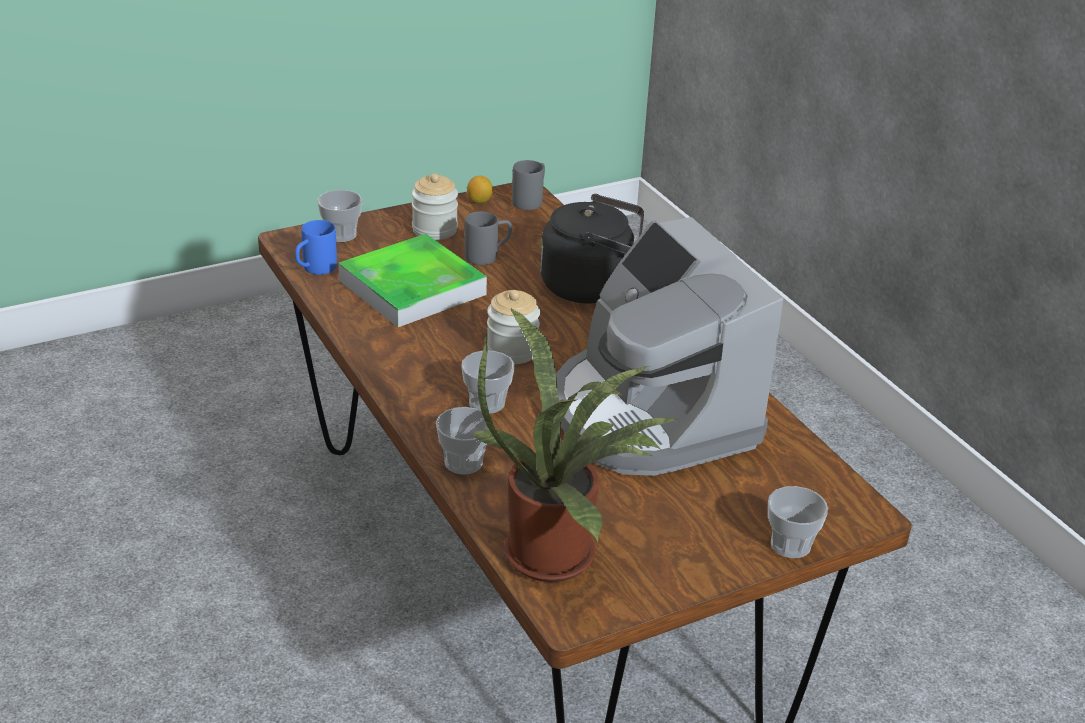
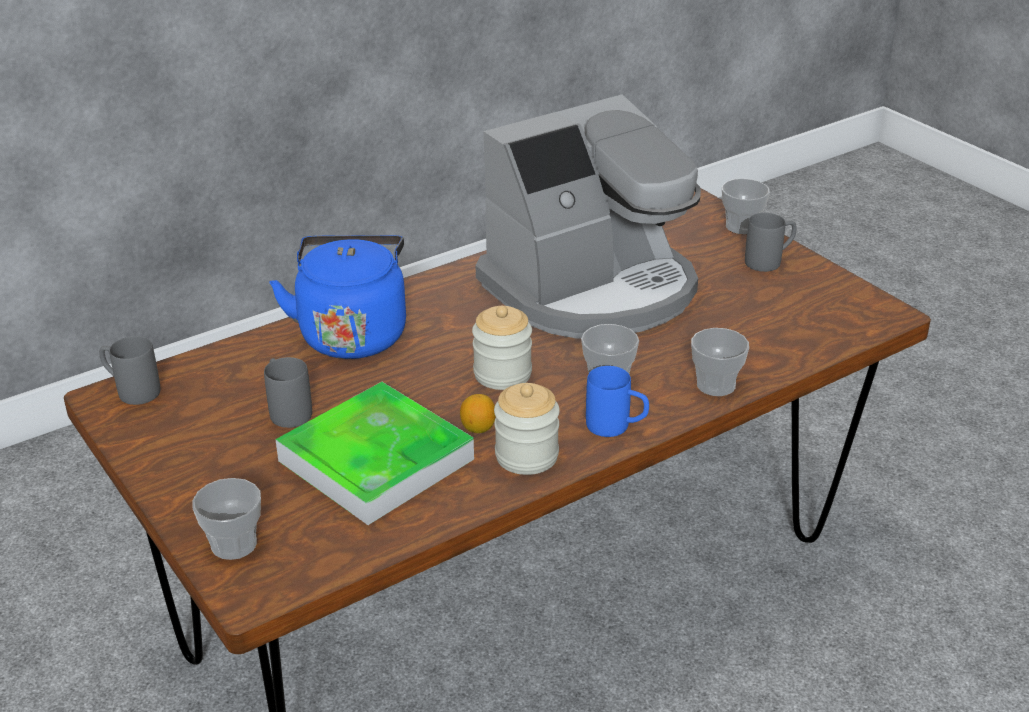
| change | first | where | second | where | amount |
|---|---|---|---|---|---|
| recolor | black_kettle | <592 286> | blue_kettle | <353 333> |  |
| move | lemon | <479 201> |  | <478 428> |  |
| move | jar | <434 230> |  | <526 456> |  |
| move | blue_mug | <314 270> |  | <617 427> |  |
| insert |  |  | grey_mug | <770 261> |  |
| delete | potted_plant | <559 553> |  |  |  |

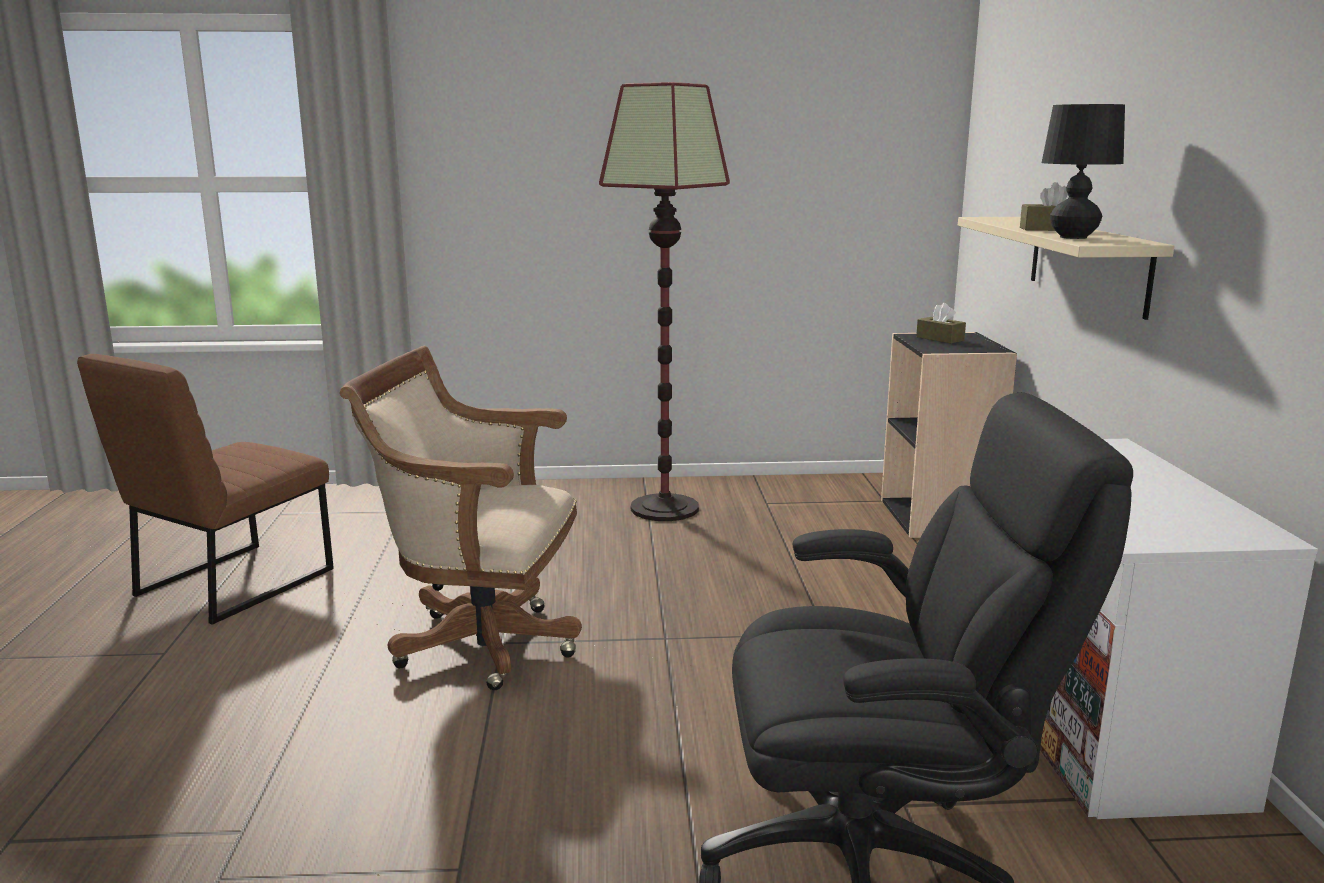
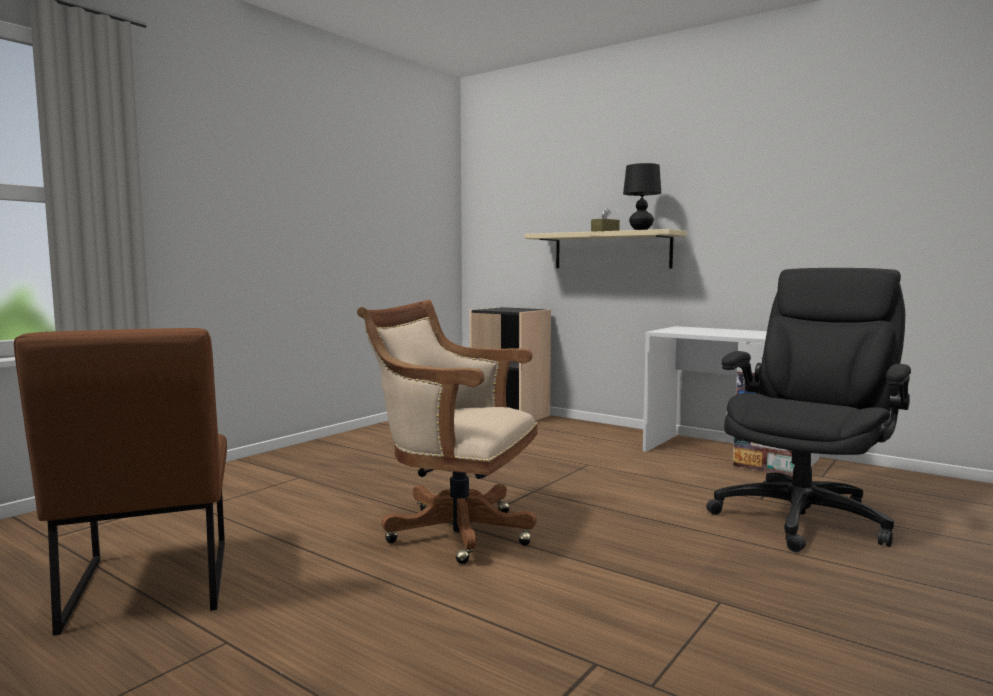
| change | first | where | second | where | amount |
|---|---|---|---|---|---|
| rotate | office_chair | <477 645> |  | <453 532> | 60 degrees clockwise |
| delete | floor_lamp | <664 509> |  |  |  |
| delete | brown_tissue_box | <940 339> |  |  |  |

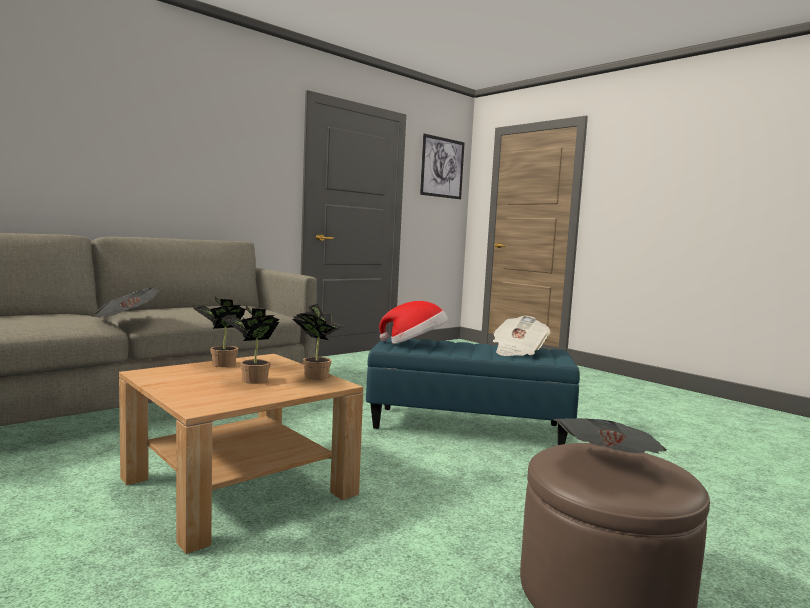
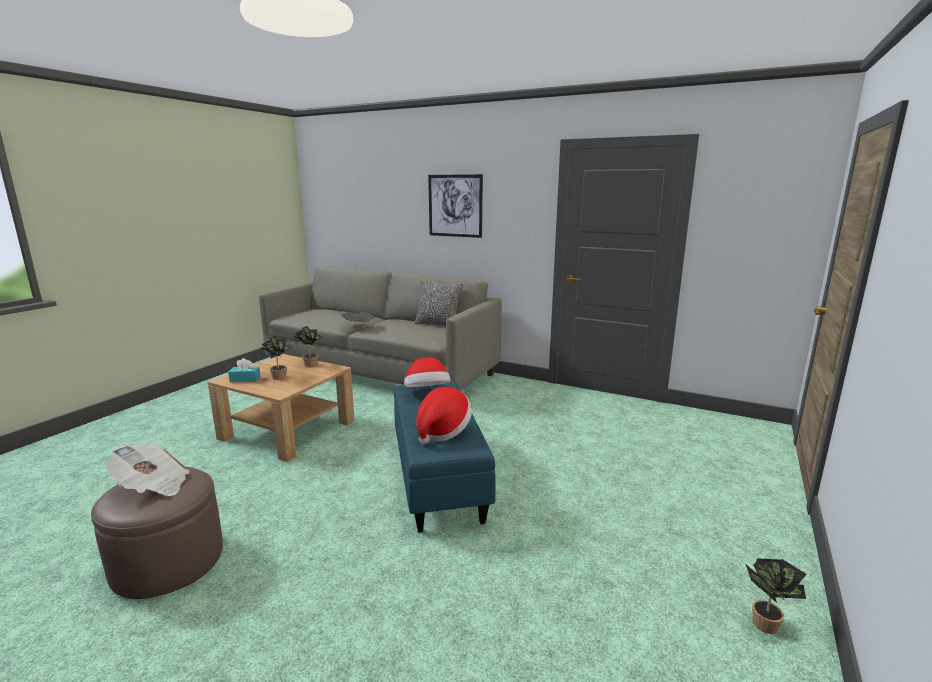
| change | first | where | second | where | amount |
|---|---|---|---|---|---|
| insert |  |  | turquoise_tissue_box | <245 379> |  |
| insert |  |  | pillow | <438 325> |  |
| replace | newspaper | <517 352> | hat | <442 431> |  |
| move | picture | <442 167> |  | <455 206> |  |
| move | potted_plant | <315 376> |  | <766 622> |  |

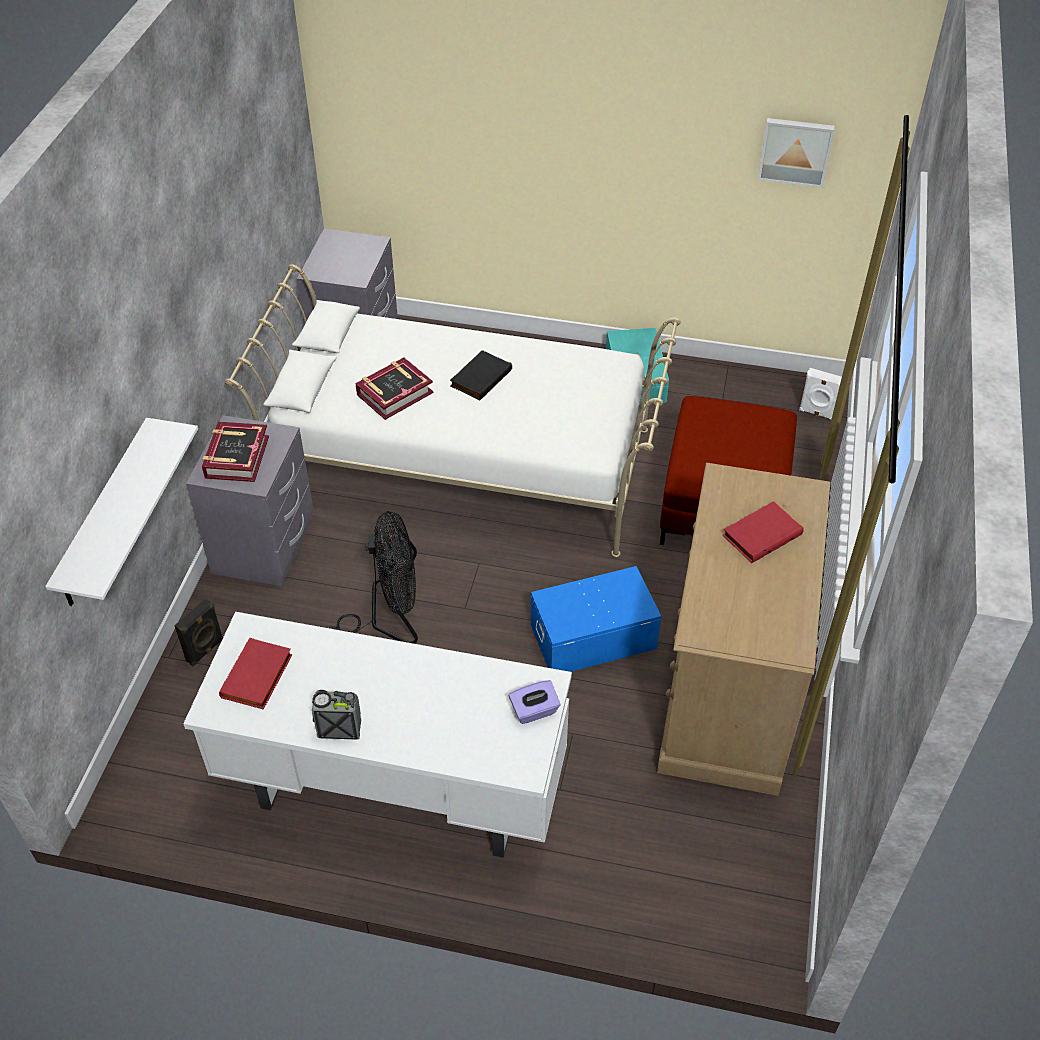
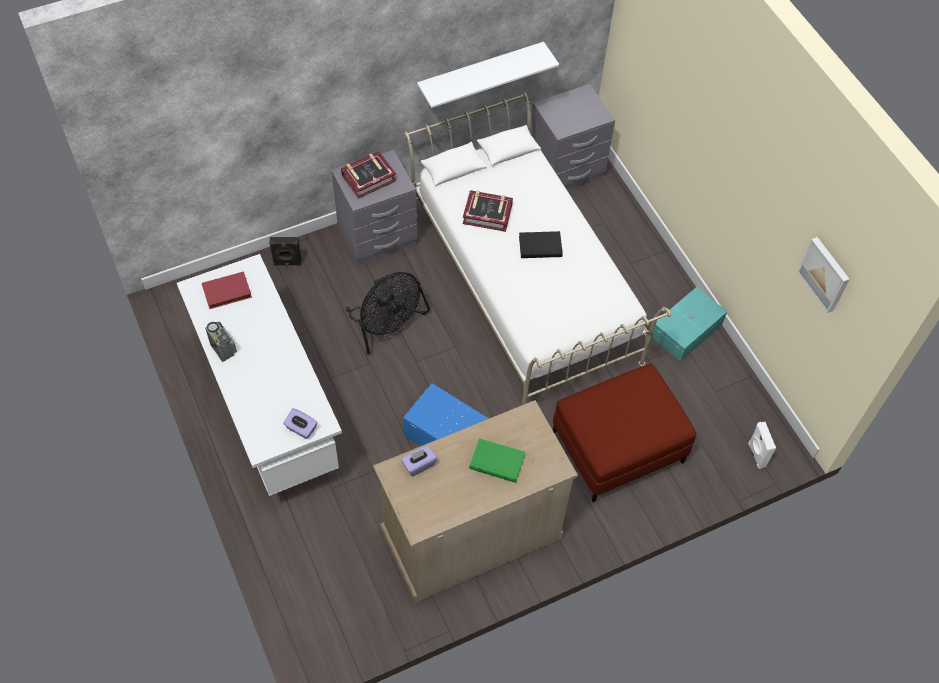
| change | first | where | second | where | amount |
|---|---|---|---|---|---|
| insert |  |  | purple_tissue_box | <418 465> |  |
| move | white_shelf | <105 515> |  | <480 73> |  |
| recolor | red_book | <761 534> | green_book | <497 461> |  |

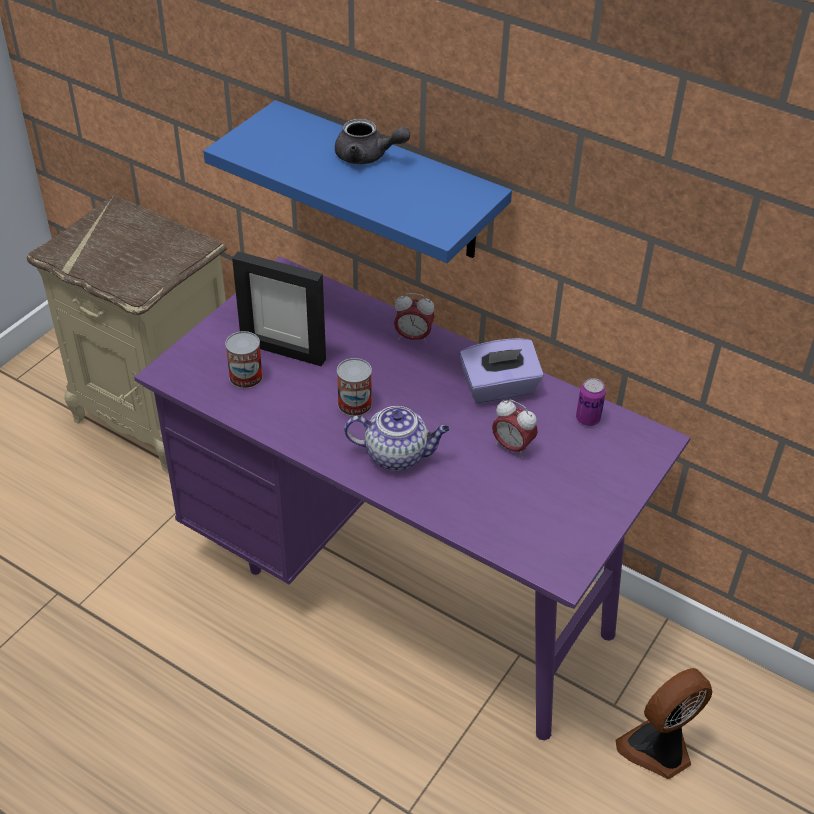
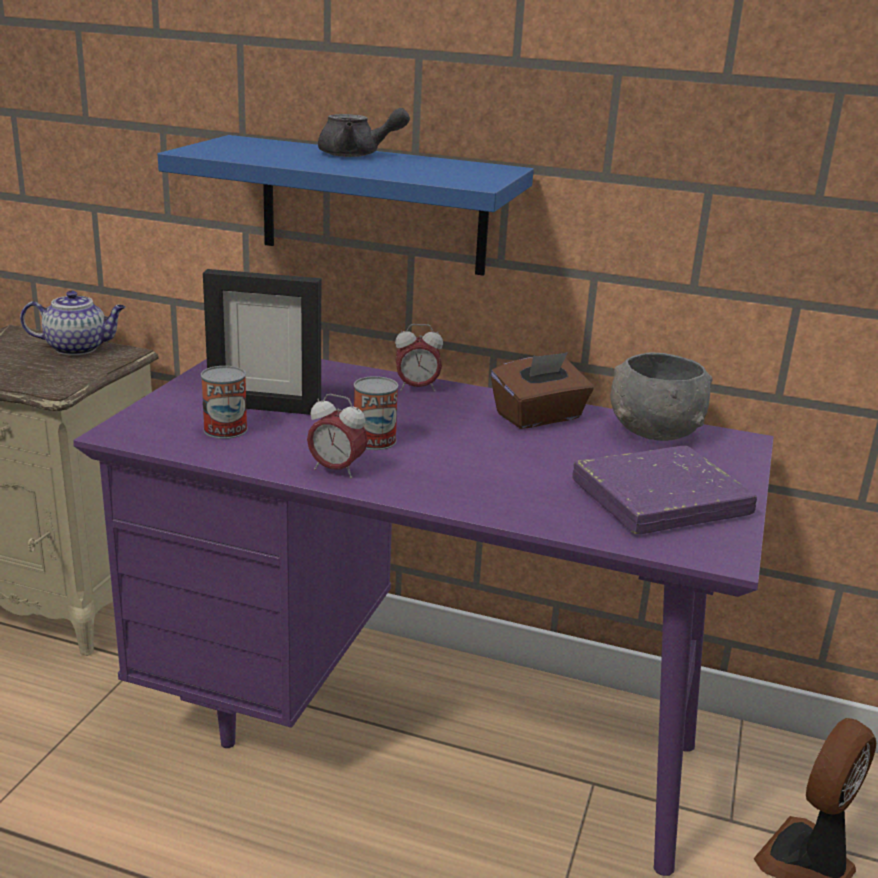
| change | first | where | second | where | amount |
|---|---|---|---|---|---|
| move | teapot | <397 455> |  | <78 348> |  |
| move | alarm_clock | <512 447> |  | <336 470> |  |
| recolor | purple_tissue_box | <499 388> | brown_tissue_box | <539 417> |  |
| insert |  |  | purple_book | <660 499> |  |
| replace | can | <588 419> | grey_bowl | <653 431> |  |

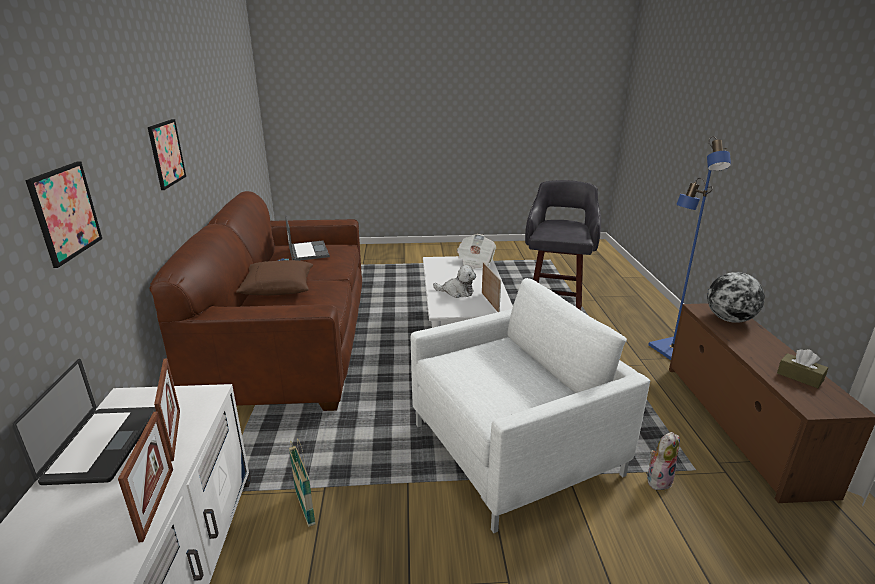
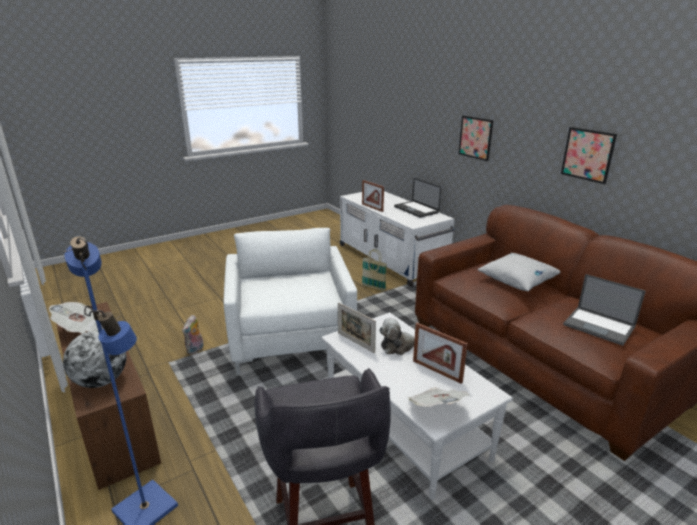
| change | first | where | second | where | amount |
|---|---|---|---|---|---|
| replace | brown_tissue_box | <799 377> | newspaper | <83 330> |  |
| rotate | white_armchair | <514 449> |  | <291 338> | 135 degrees clockwise |
| move | picture_frame | <175 434> |  | <437 371> |  |
| recolor | brown_pillow | <278 289> | grey_pillow | <517 281> |  |

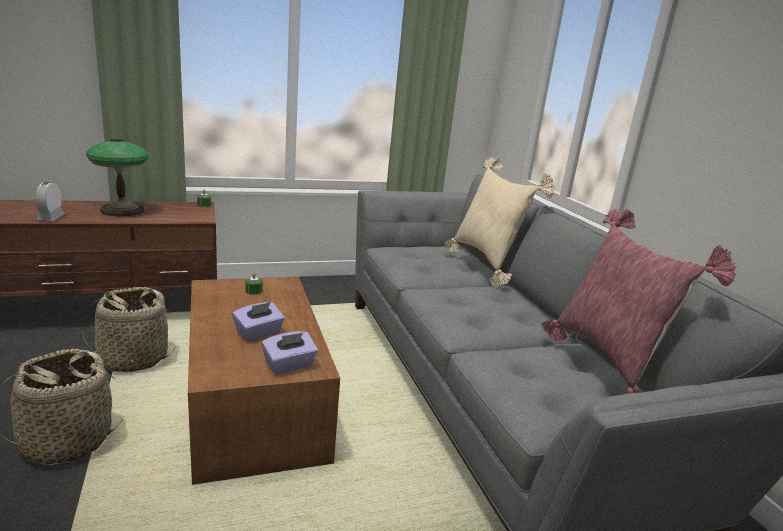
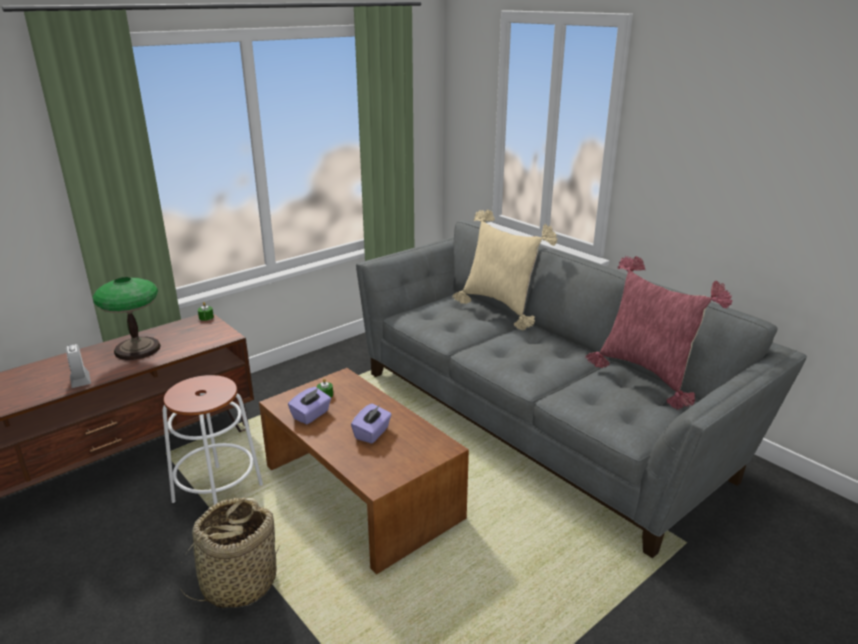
| change | first | where | second | where | amount |
|---|---|---|---|---|---|
| replace | basket | <133 358> | white_stool | <218 493> |  |
| move | purple_tissue_box | <289 365> |  | <311 415> |  |

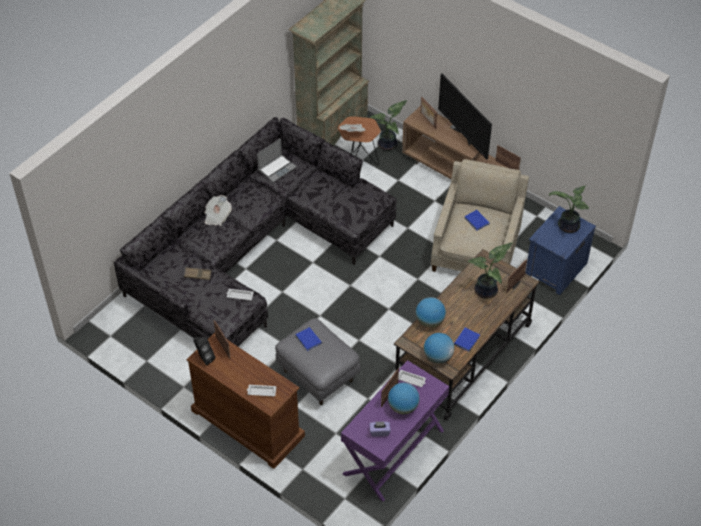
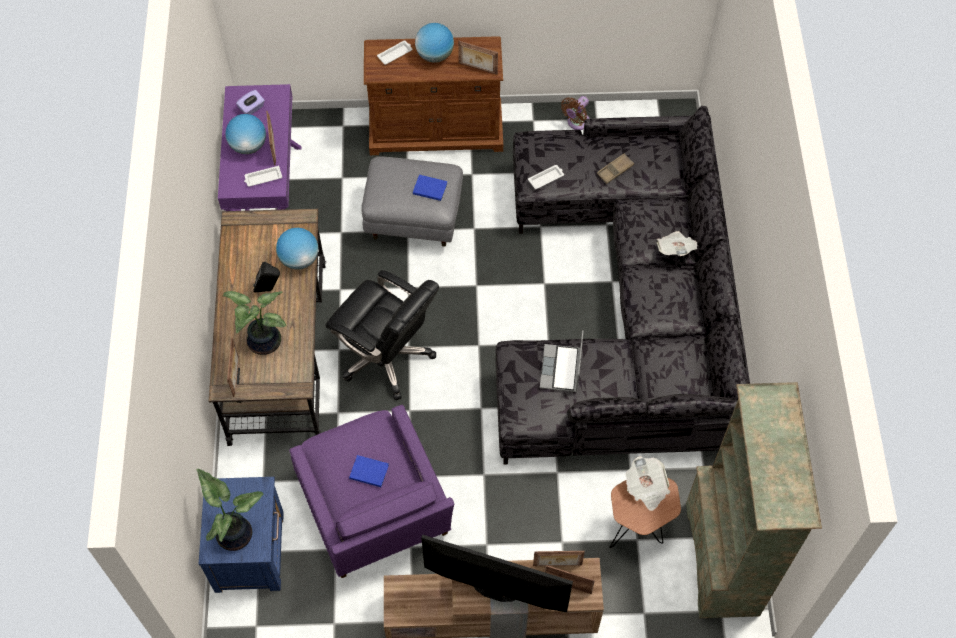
| change | first | where | second | where | amount |
|---|---|---|---|---|---|
| move | black_speaker | <204 358> |  | <269 289> |  |
| recolor | beige_armchair | <476 248> | purple_armchair | <374 509> |  |
| insert |  |  | black_office_chair | <385 357> |  |
| move | globe | <438 356> |  | <435 55> |  |
| move | picture_frame | <507 166> |  | <557 566> |  |
| move | laptop | <277 168> |  | <561 370> |  |
| insert |  |  | brown_fan | <576 122> |  |
| delete | potted_plant | <388 145> |  |  |  |
| delete | blue_book | <467 340> |  |  |  |

